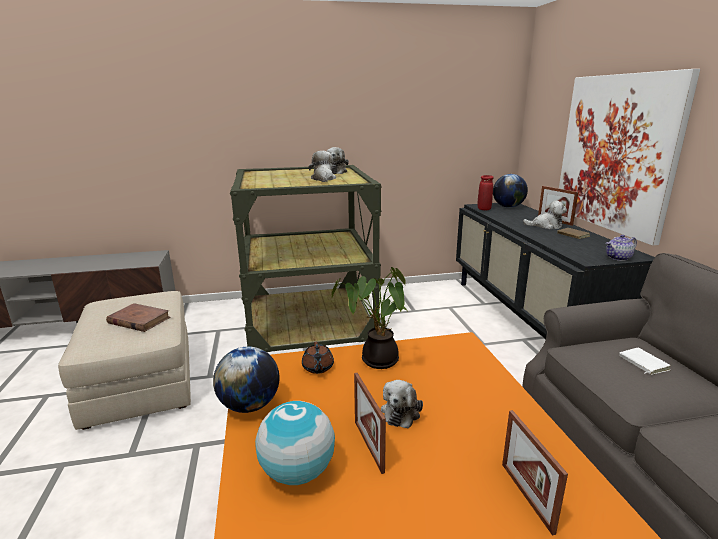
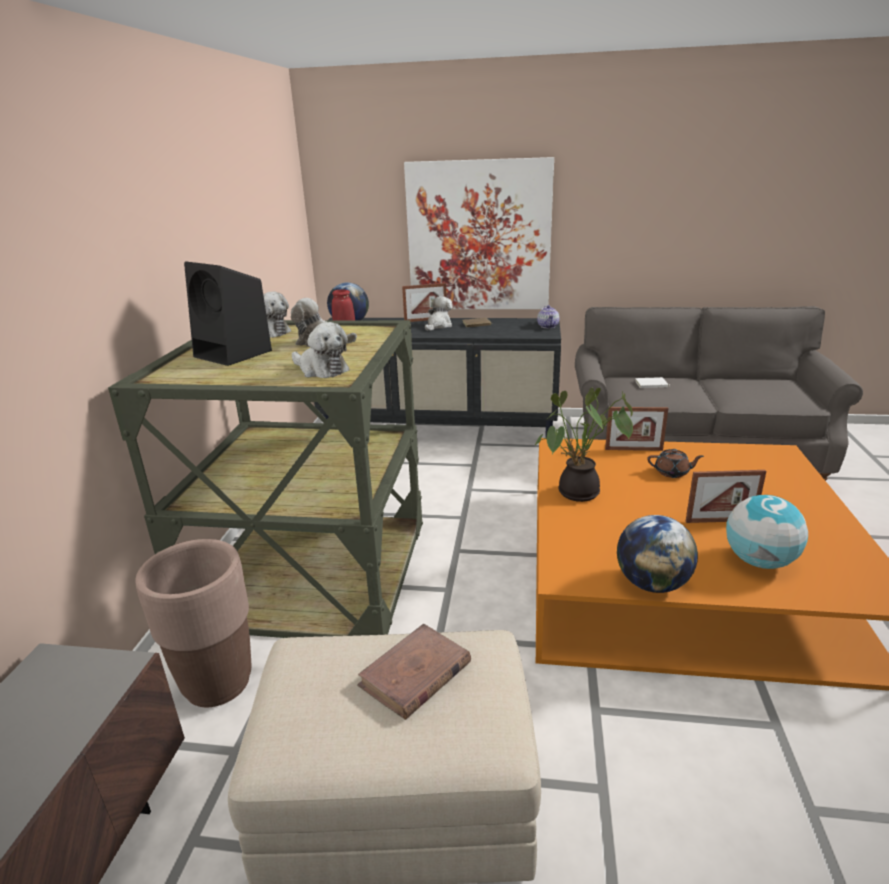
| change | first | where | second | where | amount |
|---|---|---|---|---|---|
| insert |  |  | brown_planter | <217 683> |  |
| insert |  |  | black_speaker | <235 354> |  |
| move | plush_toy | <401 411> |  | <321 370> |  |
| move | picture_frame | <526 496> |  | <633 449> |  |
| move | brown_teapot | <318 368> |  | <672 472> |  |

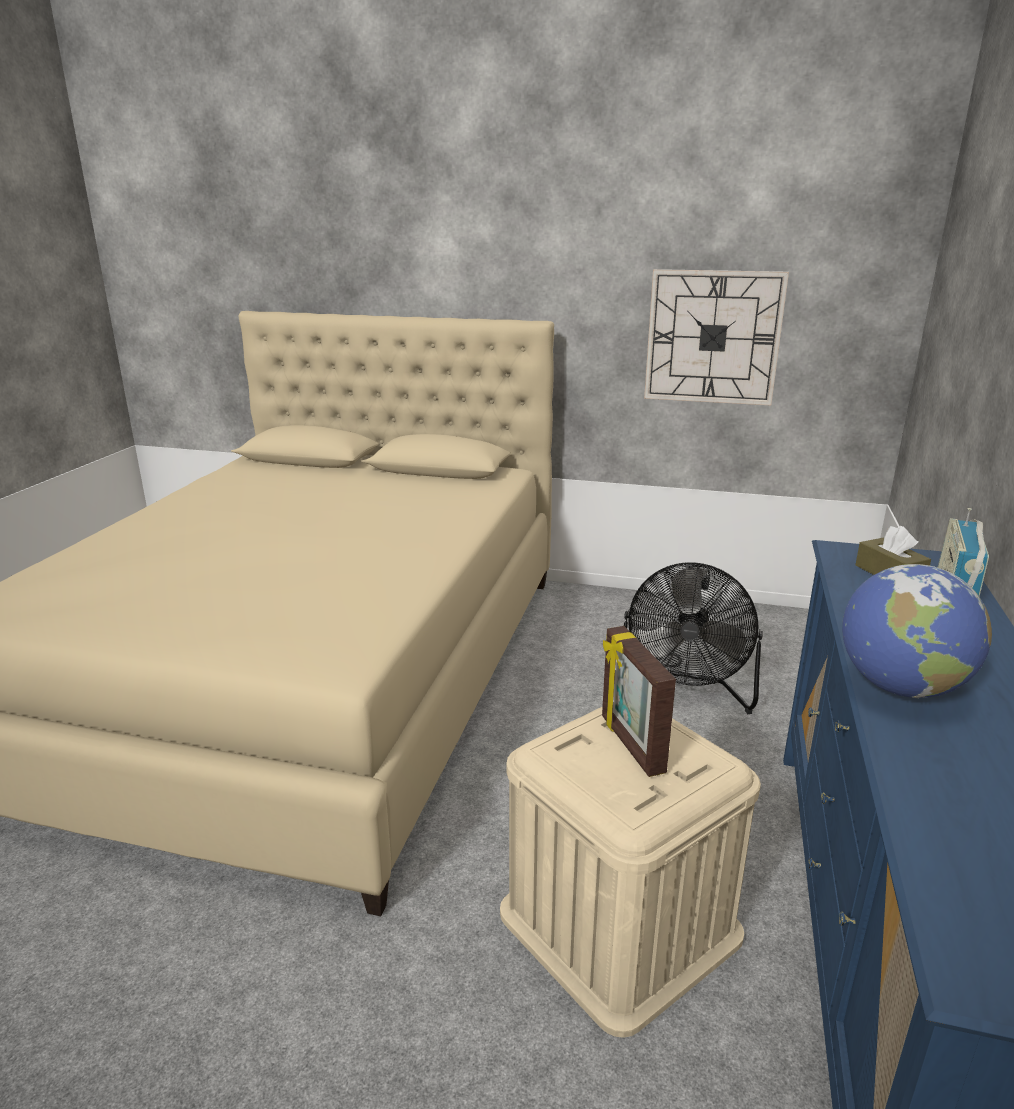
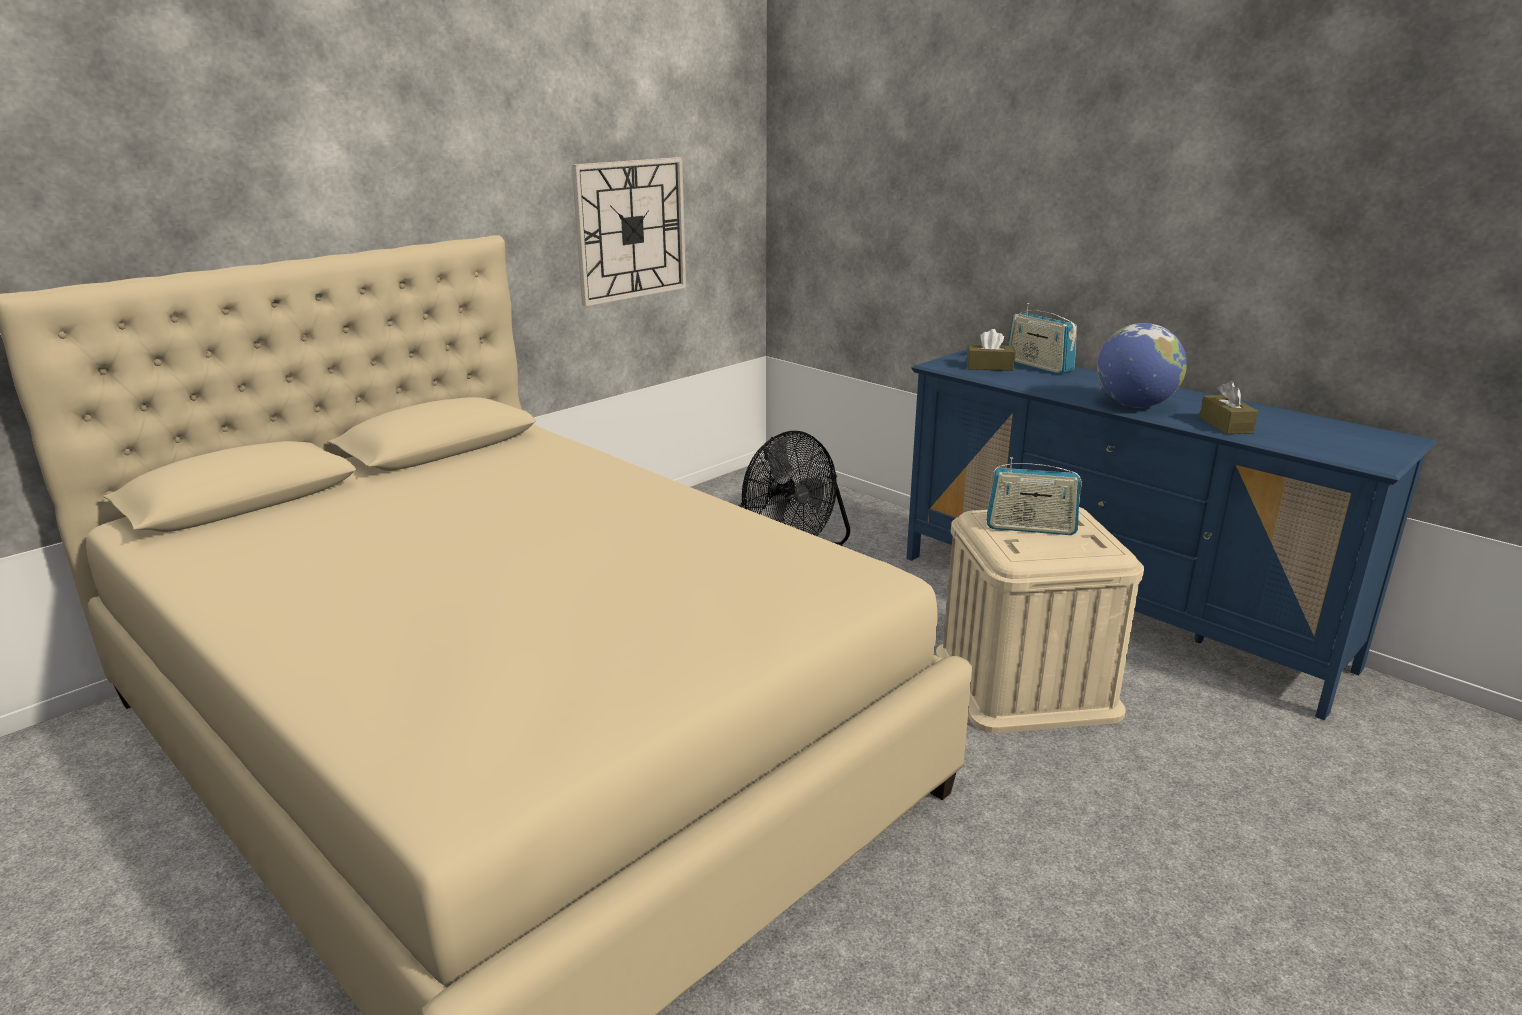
| change | first | where | second | where | amount |
|---|---|---|---|---|---|
| replace | picture_frame | <630 745> | radio | <1030 528> |  |
| insert |  |  | brown_tissue_box | <1225 425> |  |

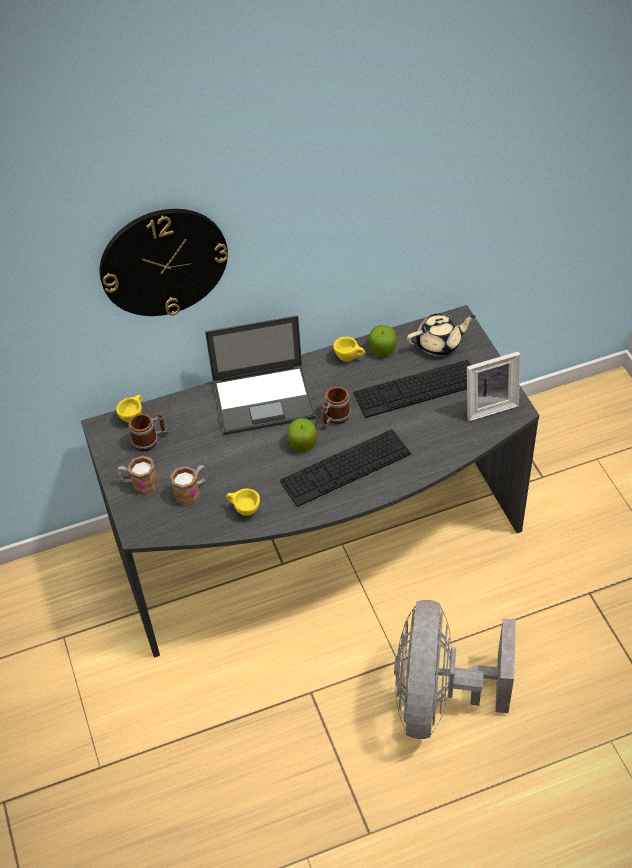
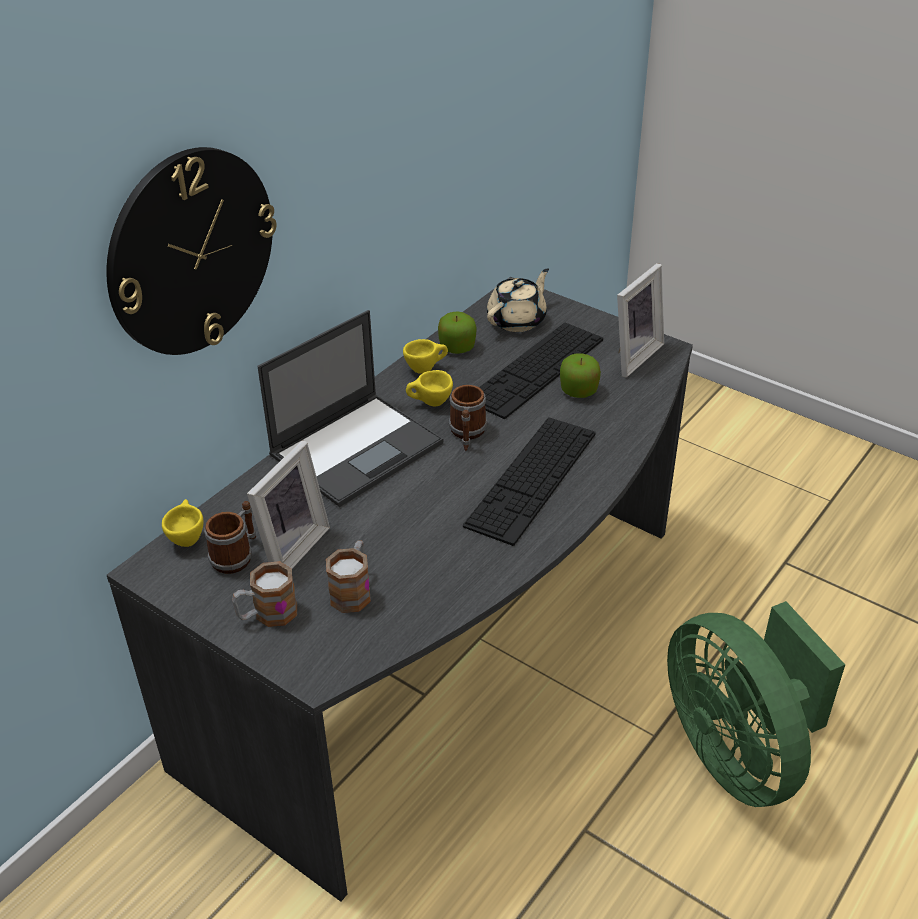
| change | first | where | second | where | amount |
|---|---|---|---|---|---|
| insert |  |  | picture_frame | <289 548> |  |
| move | yellow_cup | <243 510> |  | <430 404> |  |
| move | apple | <302 443> |  | <578 390> |  |
| recolor | grey_fan | <439 698> | green_fan | <738 753> |  |

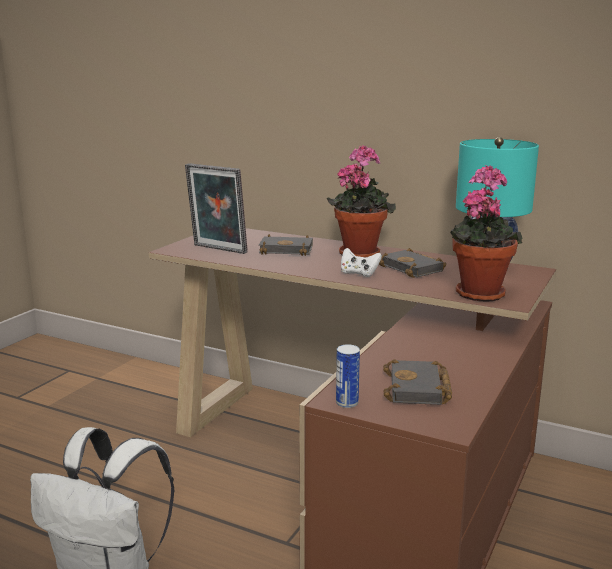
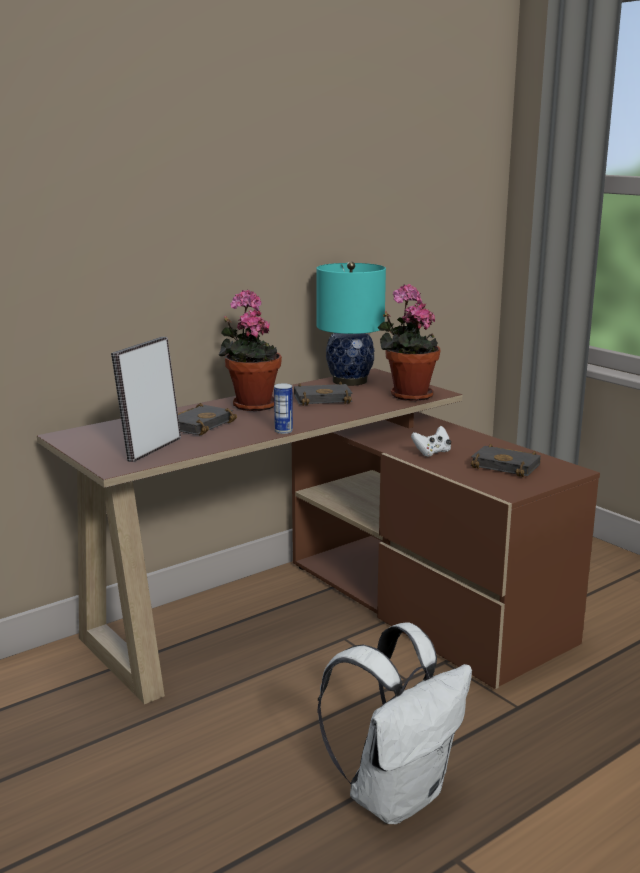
| change | first | where | second | where | amount |
|---|---|---|---|---|---|
| rotate | picture_frame | <217 249> |  | <150 449> | 150 degrees clockwise |
| move | can | <347 403> |  | <283 431> |  |
| move | white_game_controller | <359 273> |  | <432 453> |  |

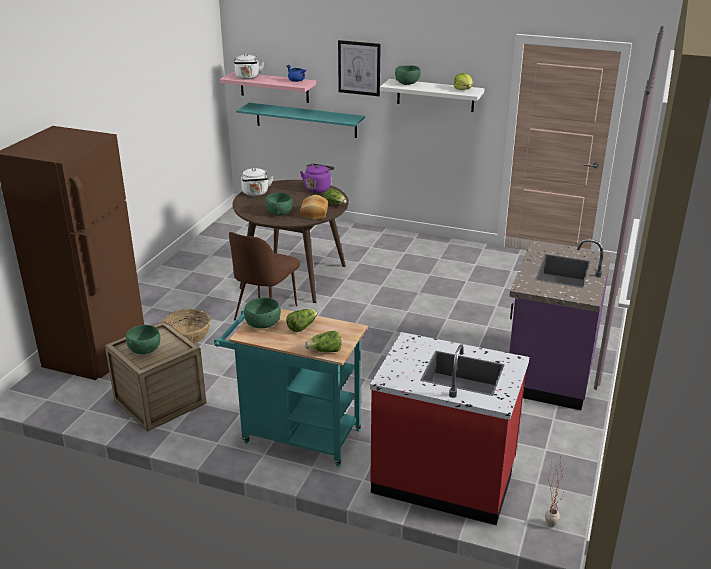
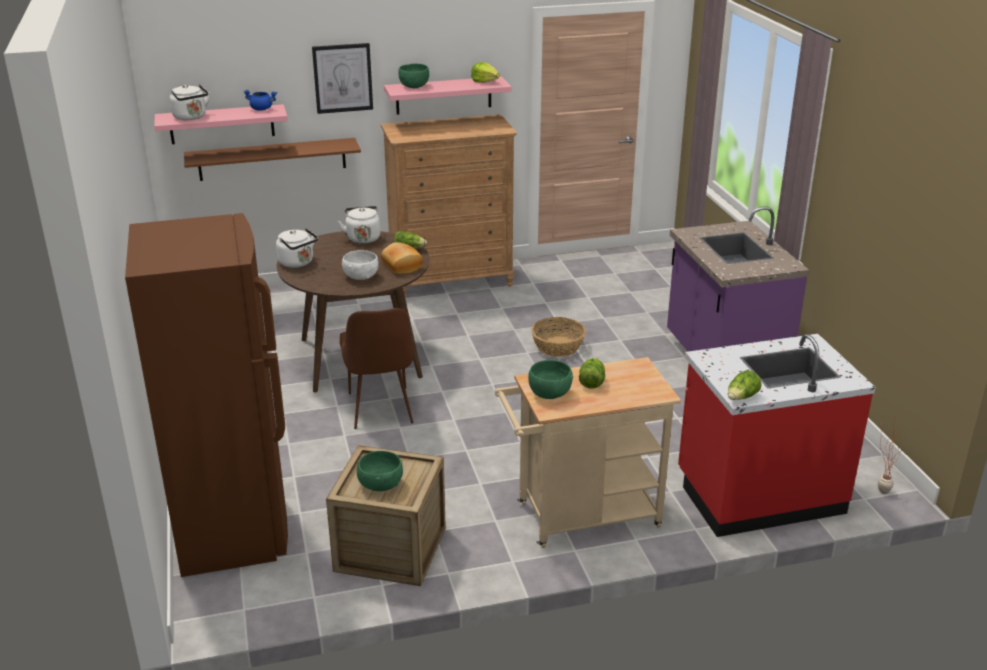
| change | first | where | second | where | amount |
|---|---|---|---|---|---|
| recolor | turquoise_shelf | <306 120> | brown_shelf | <272 159> |  |
| recolor | purple_kettle | <318 188> | white_kettle | <363 238> |  |
| recolor | green_bowl | <279 212> | white_bowl | <360 276> |  |
| insert |  |  | brown_dresser | <451 281> |  |
| recolor | white_shelf | <435 95> | pink_shelf | <443 95> |  |
| recolor | turquoise_cart | <295 435> | beige_cart | <579 518> |  |
| move | basket | <188 335> |  | <558 347> |  |
| move | lettuce | <325 351> |  | <742 397> |  |

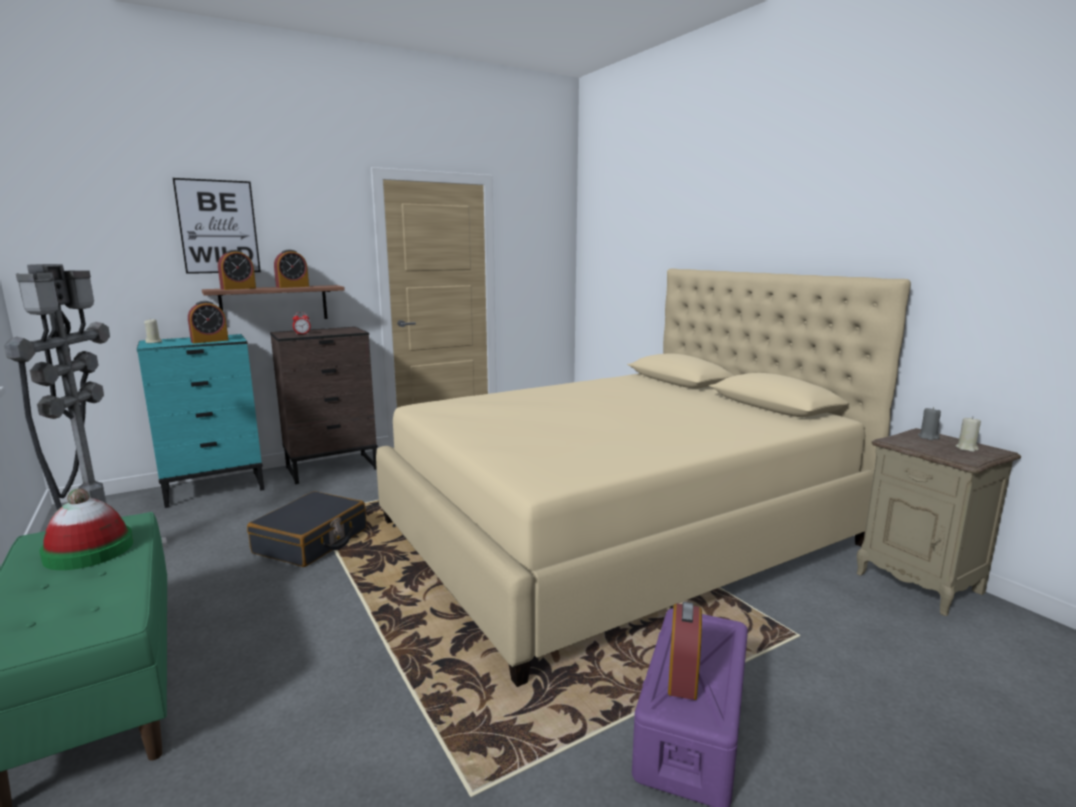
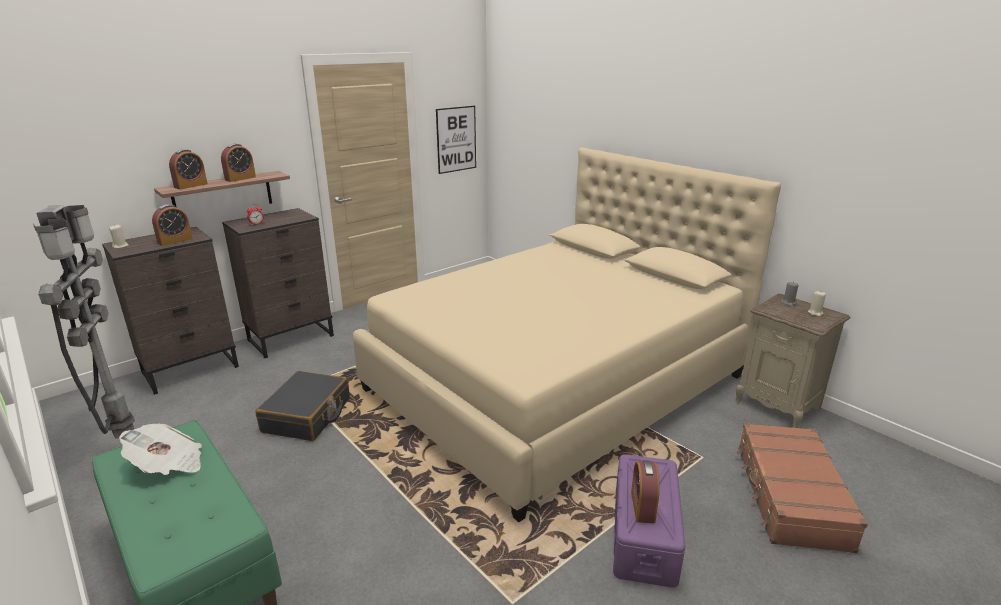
| change | first | where | second | where | amount |
|---|---|---|---|---|---|
| recolor | turquoise_dresser | <215 488> | brown_dresser | <191 369> |  |
| replace | hat | <89 551> | newspaper | <168 465> |  |
| move | picture | <218 227> |  | <456 139> |  |
| insert |  |  | brown_suitcase | <789 496> |  |

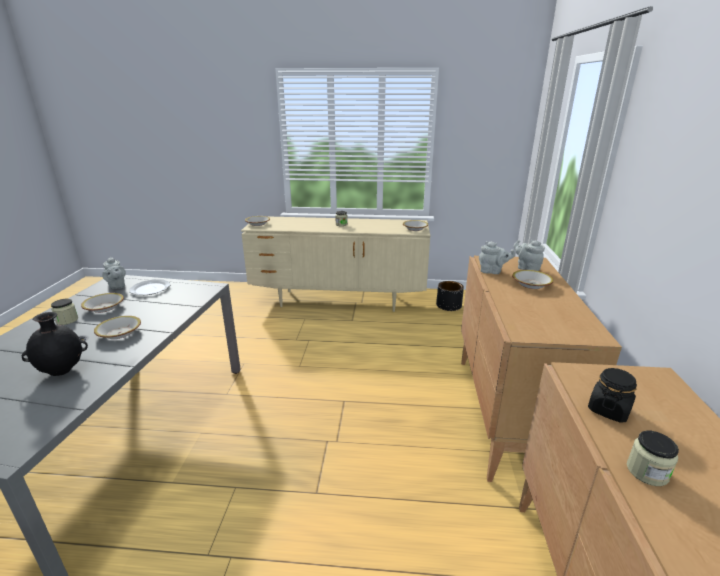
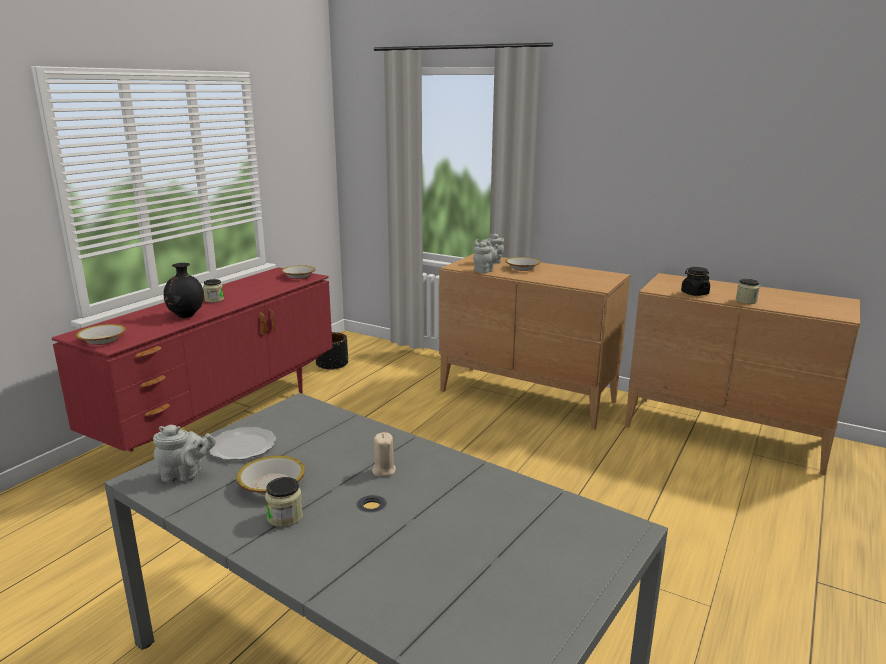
| change | first | where | second | where | amount |
|---|---|---|---|---|---|
| recolor | beige_dresser | <339 301> | red_dresser | <224 420> |  |
| move | black_vase | <62 371> |  | <186 316> |  |
| replace | bowl | <119 333> | beige_candle | <383 470> |  |

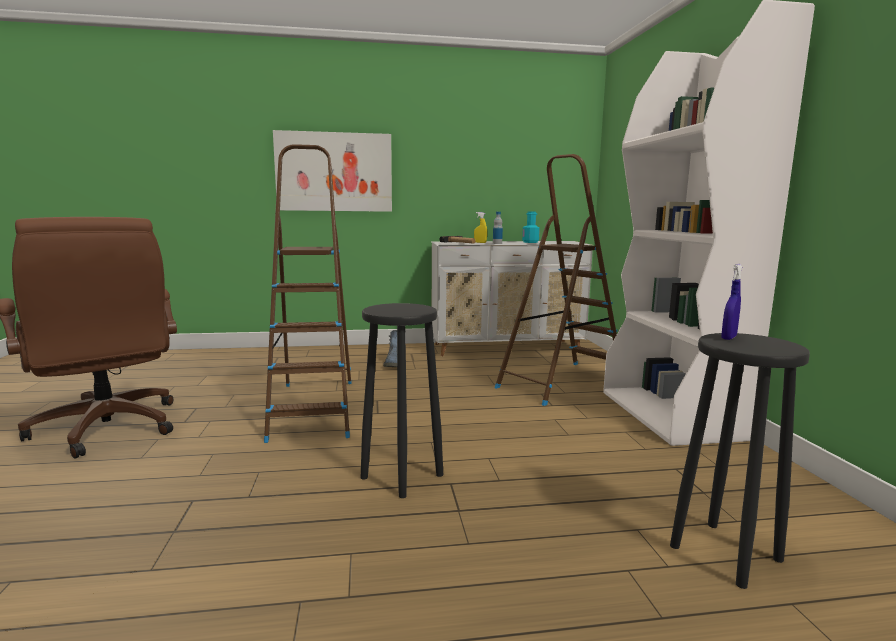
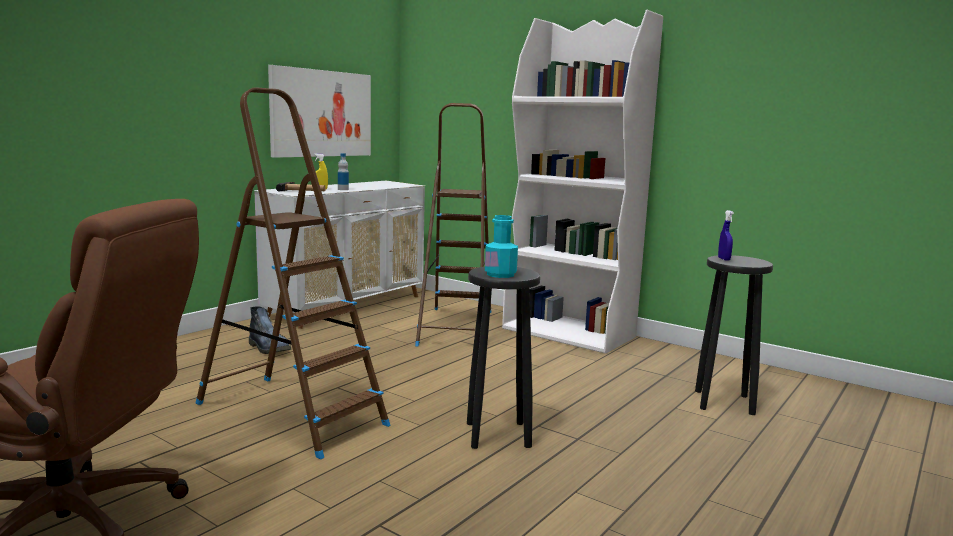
| change | first | where | second | where | amount |
|---|---|---|---|---|---|
| move | picture | <334 172> |  | <321 113> |  |
| move | turquoise_bottle | <530 242> |  | <500 274> |  |

